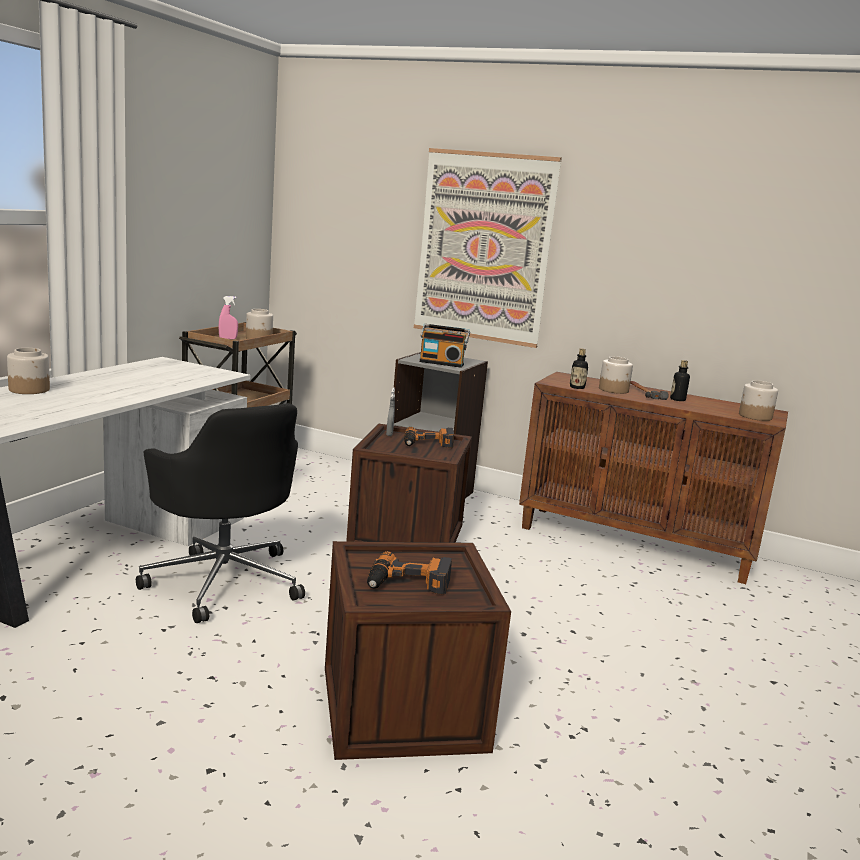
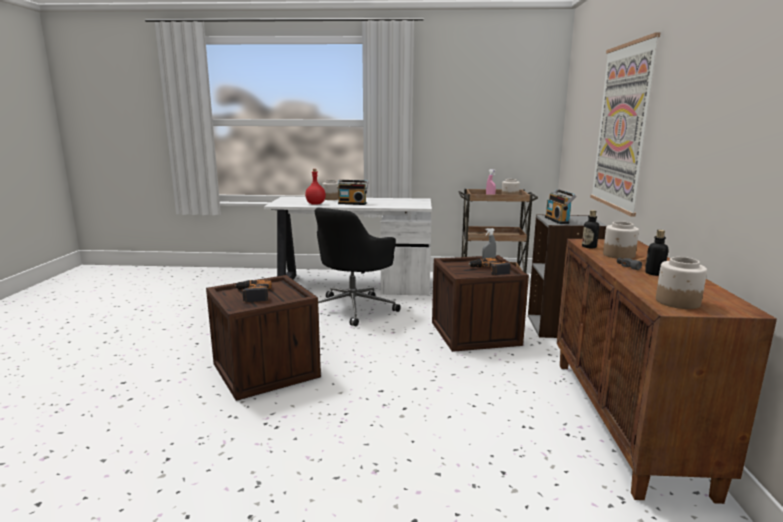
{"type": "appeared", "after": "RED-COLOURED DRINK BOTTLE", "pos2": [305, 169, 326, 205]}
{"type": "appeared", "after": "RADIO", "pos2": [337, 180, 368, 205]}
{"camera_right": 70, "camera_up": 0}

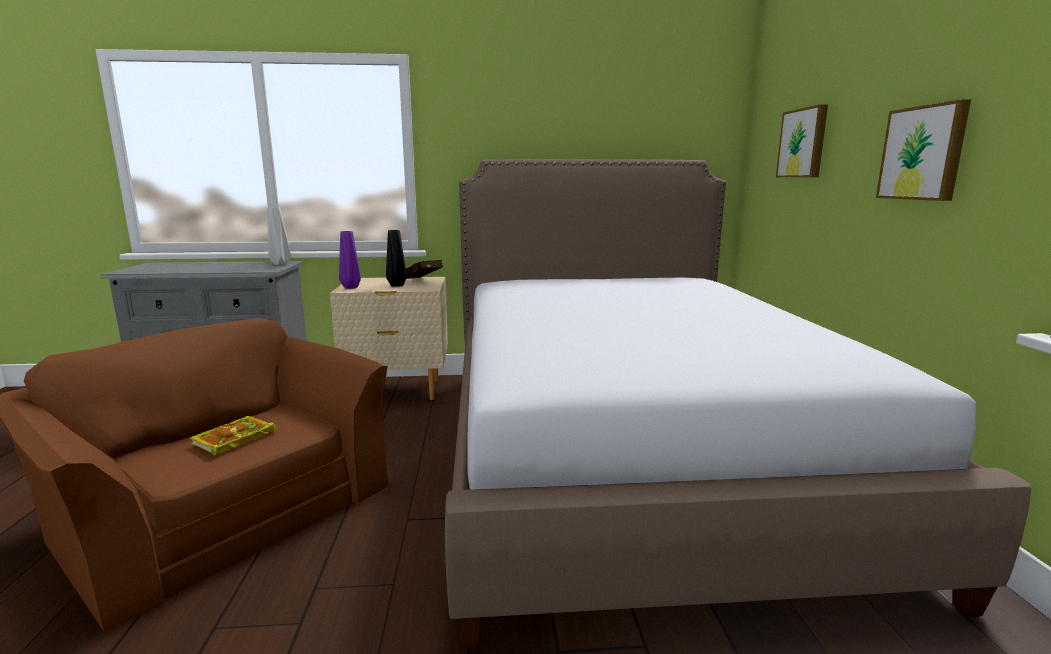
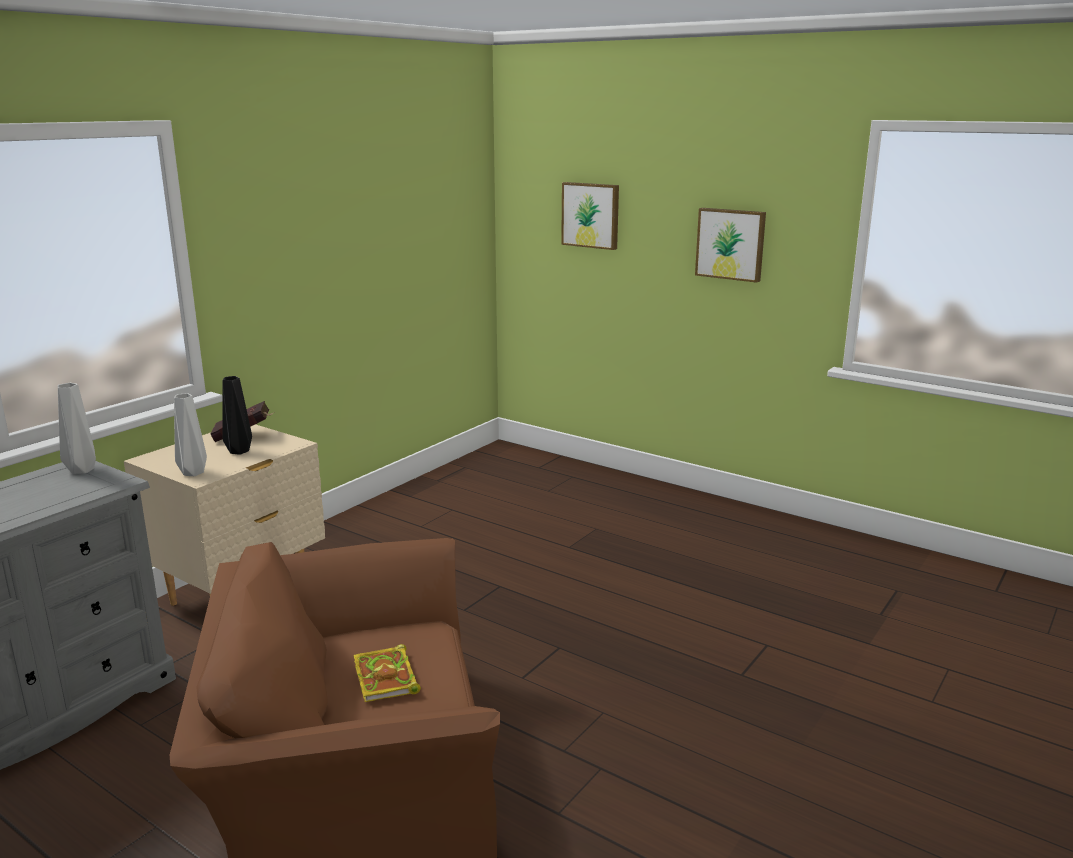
{"type": "missing", "before": "BEDROOM BED", "pos1": [445, 159, 1031, 649]}
{"type": "colour", "before": "PURPLE-COLOURED DECORATIVE VASE", "after": "GRAY DECORATIVE VASE", "pos1": [339, 231, 361, 289], "pos2": [174, 393, 207, 476]}
{"camera_right": -50, "camera_up": 5}

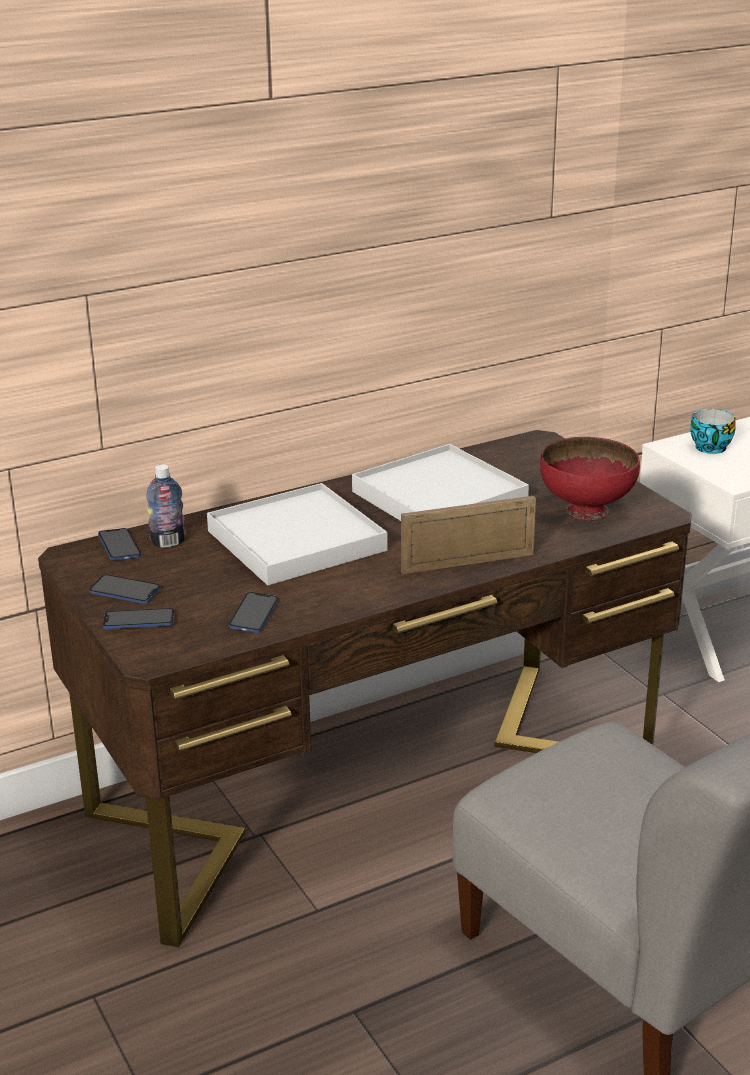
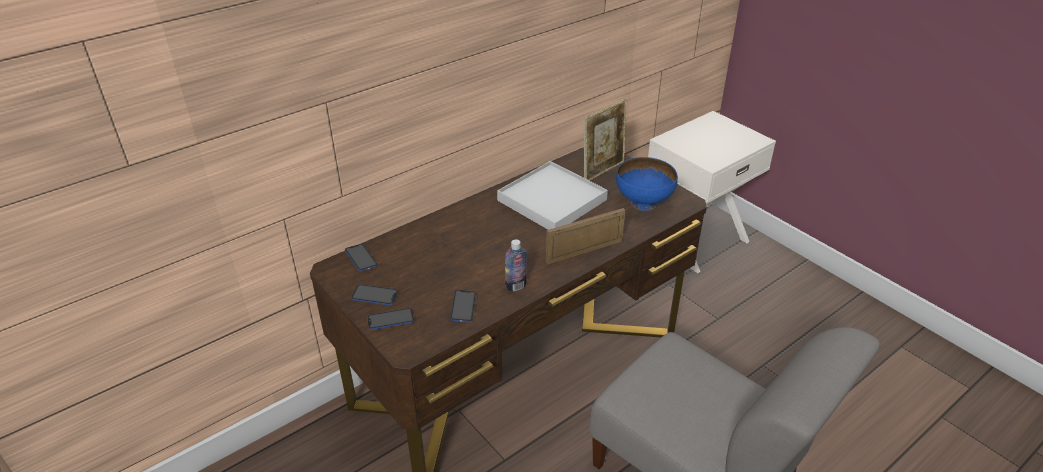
{"type": "missing", "before": "WHITISH CARRYING TRAY", "pos1": [207, 483, 388, 585]}
{"type": "missing", "before": "CUP", "pos1": [690, 409, 736, 454]}
{"type": "appeared", "after": "PHOTO FRAME", "pos2": [584, 99, 626, 181]}
{"type": "relocated", "before": "DRINK BOTTLE", "pos1": [146, 464, 185, 548], "pos2": [505, 239, 527, 292]}
{"type": "colour", "before": "RED-COLOURED BOWL", "after": "BLUE-COLOURED BOWL", "pos1": [540, 437, 640, 521], "pos2": [616, 157, 678, 211]}
{"camera_right": -10, "camera_up": 10}

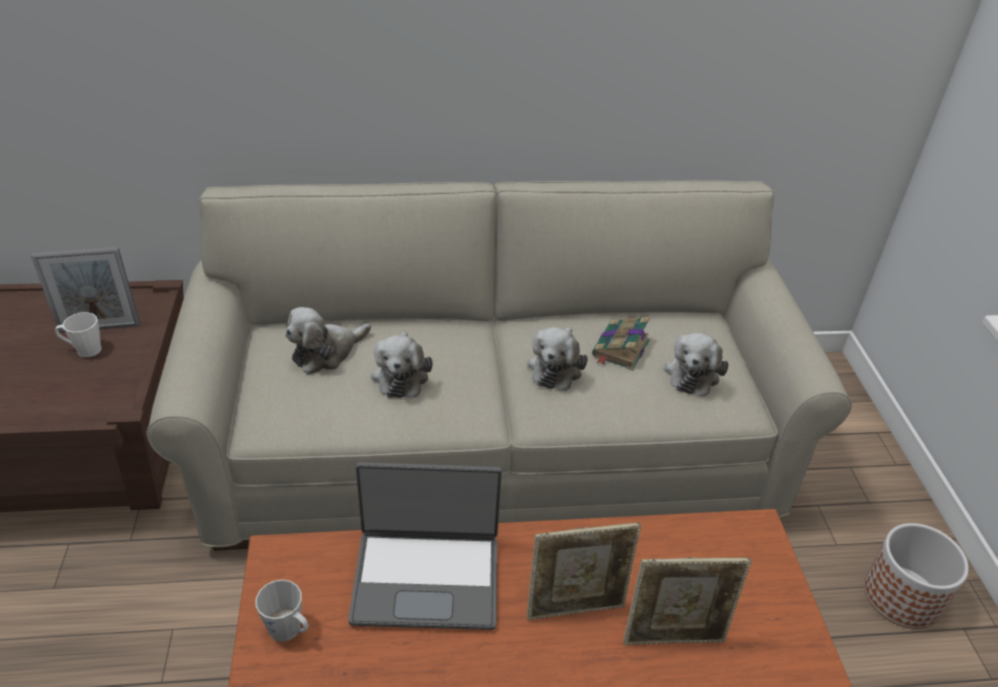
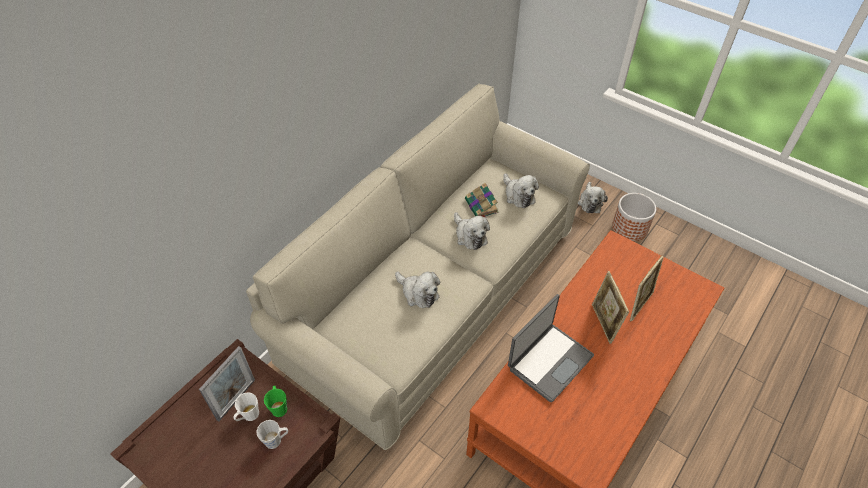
{"type": "appeared", "after": "GREEN-COLOURED COFFEE MUG", "pos2": [264, 386, 287, 417]}
{"type": "relocated", "before": "GRAY COFFEE MUG", "pos1": [255, 579, 309, 642], "pos2": [257, 420, 288, 449]}
{"type": "relocated", "before": "SOFT TOY", "pos1": [285, 307, 371, 374], "pos2": [578, 182, 608, 213]}
{"type": "spun", "before": "PHOTO FRAME", "pos1": [527, 522, 641, 620], "pos2": [592, 271, 629, 344], "turn": 135}
{"camera_right": -45, "camera_up": 10}

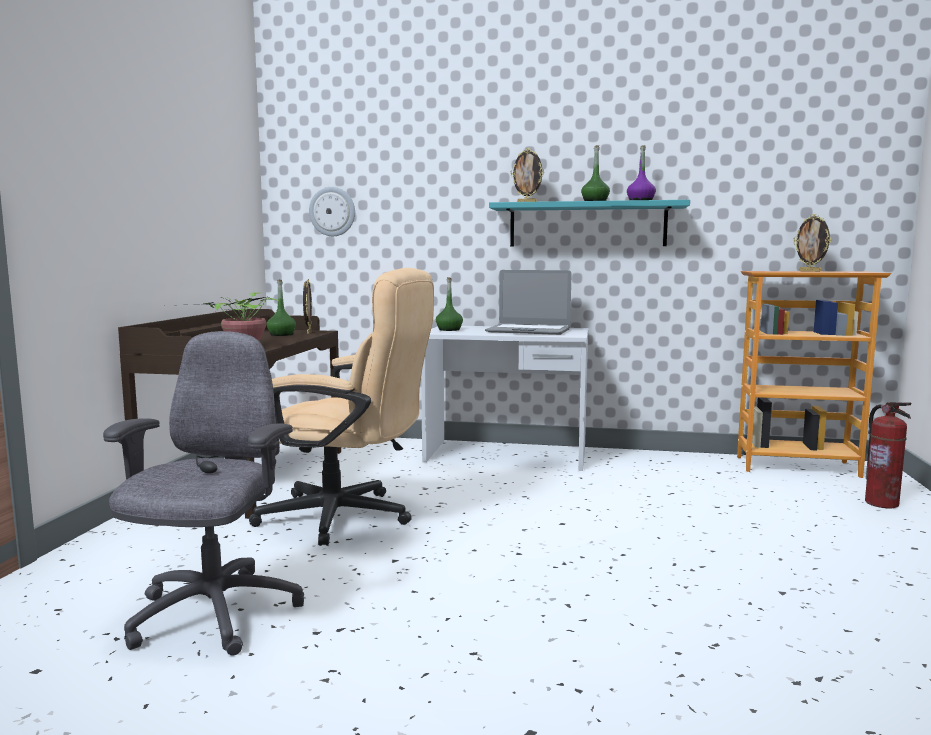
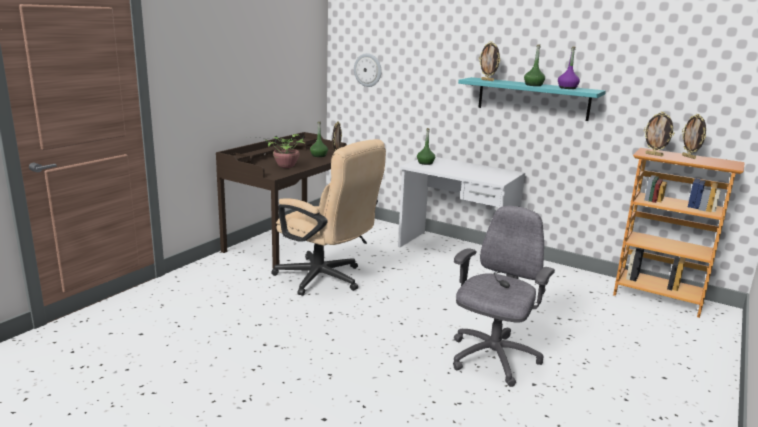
{"type": "missing", "before": "PORTABLE COMPUTER", "pos1": [485, 270, 572, 335]}
{"type": "missing", "before": "EXTINGUISHER", "pos1": [865, 402, 912, 508]}
{"type": "appeared", "after": "PHOTO FRAME", "pos2": [644, 112, 675, 156]}
{"type": "relocated", "before": "GRAY COMPUTER CHAIR", "pos1": [103, 331, 304, 656], "pos2": [453, 206, 555, 387]}
{"camera_right": 20, "camera_up": 10}

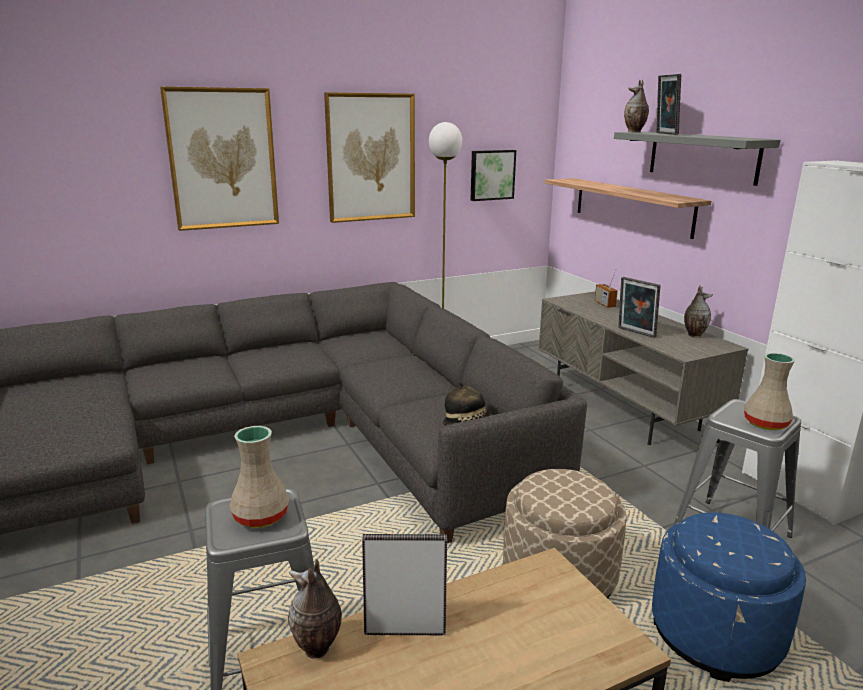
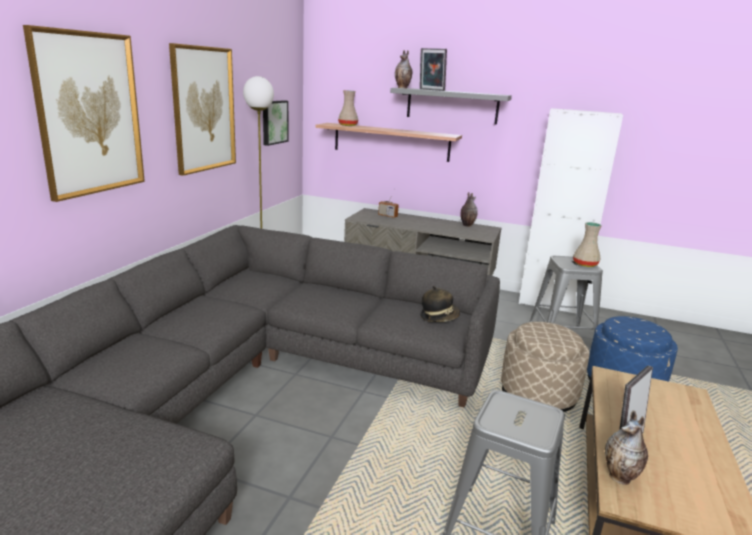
{"type": "missing", "before": "PHOTO FRAME", "pos1": [618, 277, 660, 338]}
{"type": "relocated", "before": "SAND-COLOURED DECORATIVE VASE", "pos1": [229, 426, 290, 528], "pos2": [338, 90, 358, 126]}
{"camera_right": -45, "camera_up": 0}

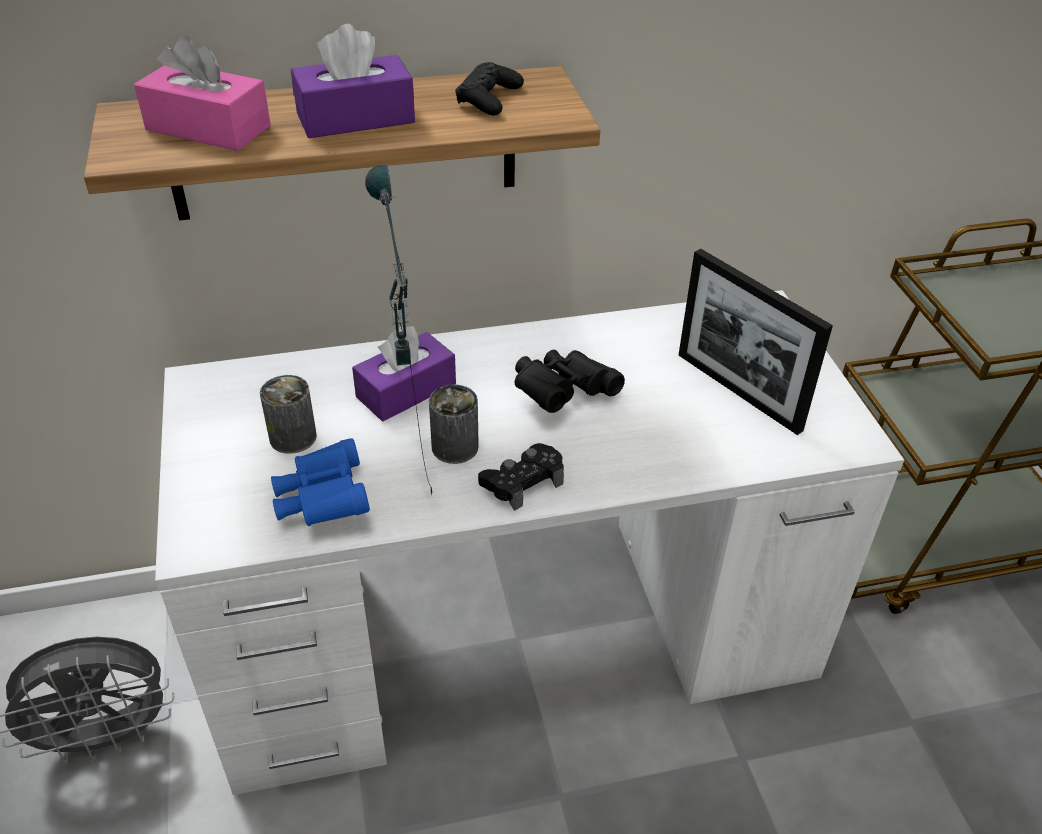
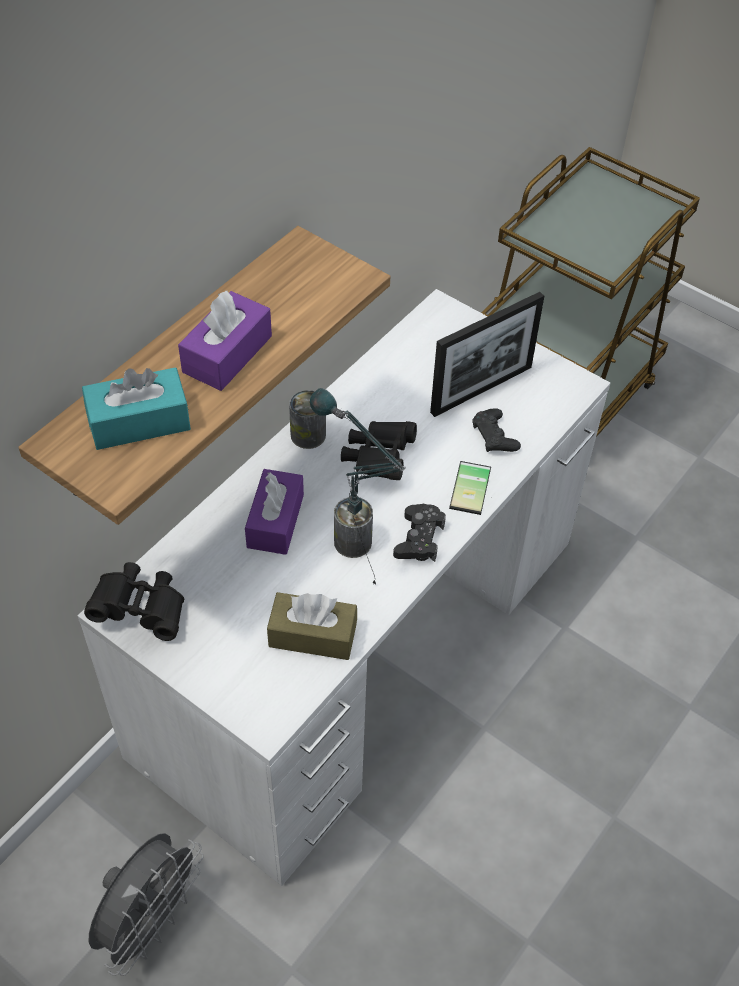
{"type": "appeared", "after": "BLACKISH BINOCULARS", "pos2": [84, 562, 184, 641]}
{"type": "appeared", "after": "PHONE", "pos2": [449, 461, 491, 515]}
{"type": "relocated", "before": "METAL CAN", "pos1": [260, 375, 317, 454], "pos2": [289, 390, 326, 449]}
{"type": "relocated", "before": "BLACKISH GAME CONTROLLER", "pos1": [455, 62, 524, 115], "pos2": [472, 408, 521, 452]}
{"type": "exchanged", "before": "BLUE-COLOURED BINOCULARS", "after": "BROWN TISSUE HOLDER", "pos1": [271, 438, 370, 526], "pos2": [267, 592, 357, 660]}
{"type": "colour", "before": "PINK-COLOURED TISSUE HOLDER", "after": "TURQUOISE-COLOURED TISSUE HOLDER", "pos1": [134, 36, 271, 151], "pos2": [82, 367, 191, 450]}
{"type": "spun", "before": "PHOTO FRAME", "pos1": [679, 249, 833, 435], "pos2": [430, 292, 544, 417], "turn": -45}
{"camera_right": -40, "camera_up": 10}

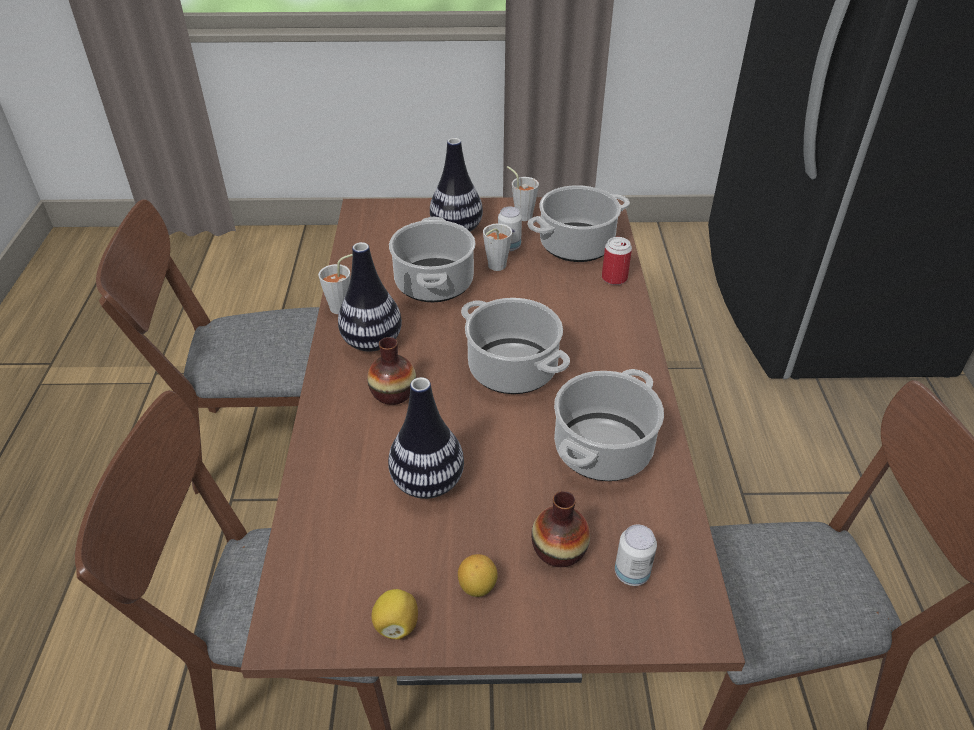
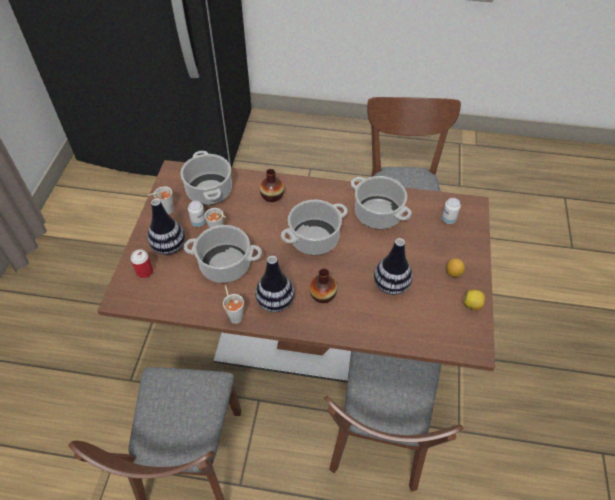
{"type": "relocated", "before": "DECORATIVE VASE", "pos1": [531, 491, 590, 567], "pos2": [260, 169, 284, 202]}
{"type": "relocated", "before": "METAL CAN", "pos1": [602, 237, 632, 285], "pos2": [131, 249, 153, 278]}
{"camera_right": -80, "camera_up": 10}

